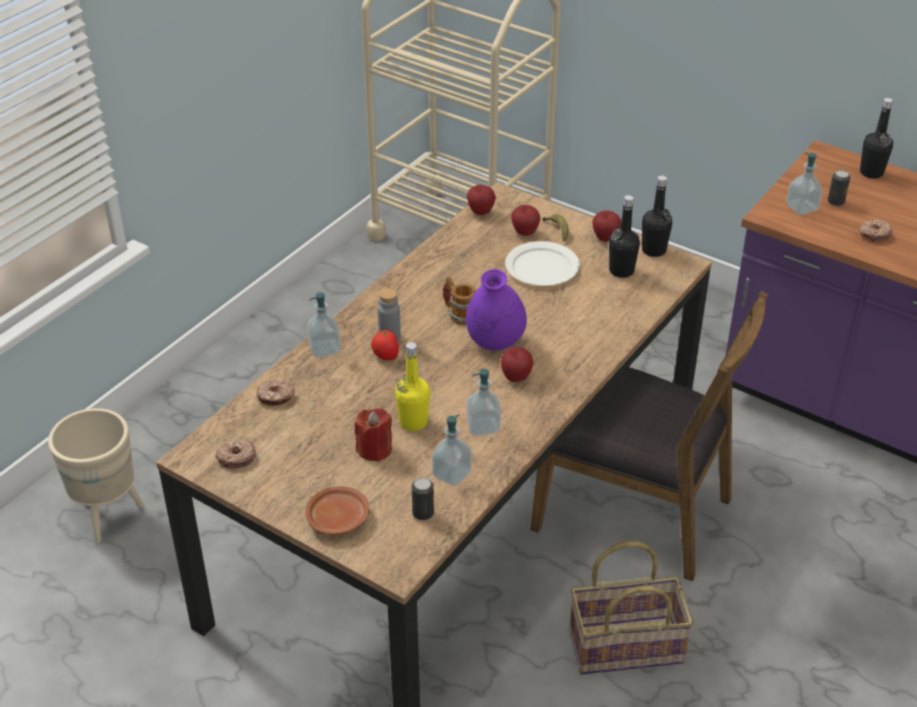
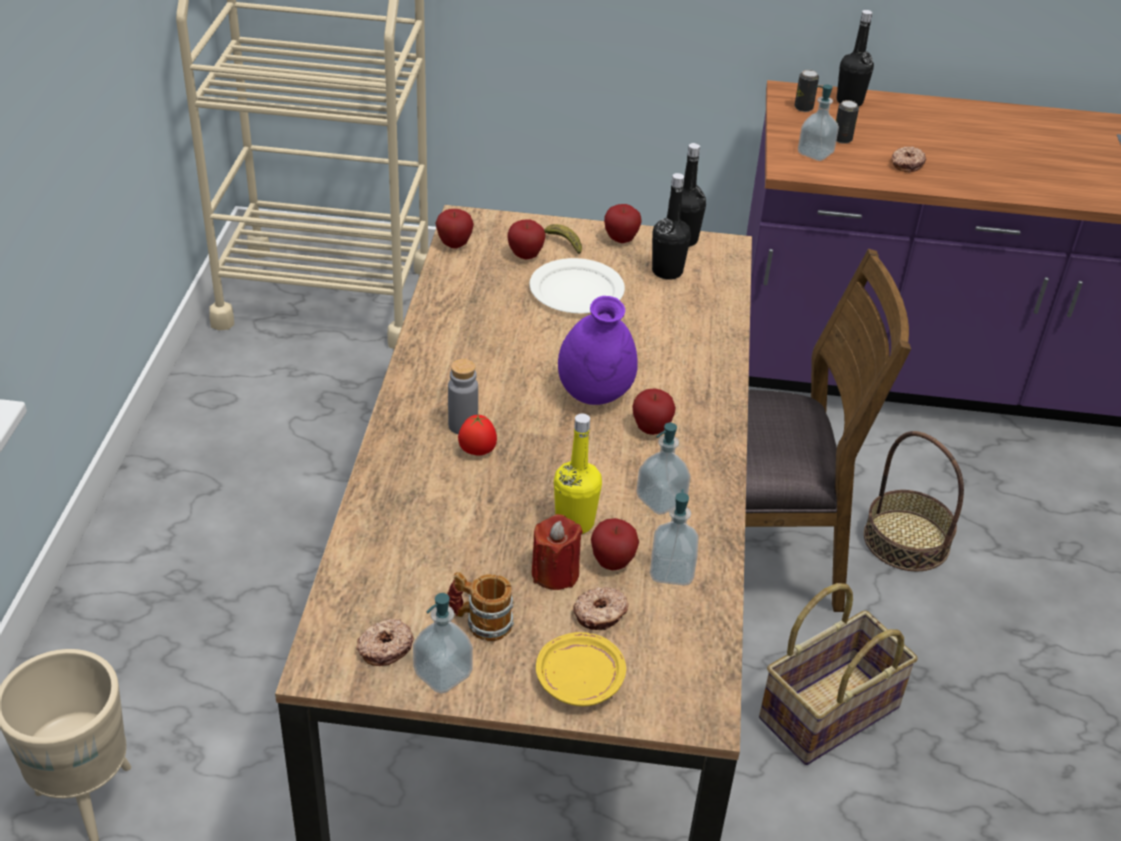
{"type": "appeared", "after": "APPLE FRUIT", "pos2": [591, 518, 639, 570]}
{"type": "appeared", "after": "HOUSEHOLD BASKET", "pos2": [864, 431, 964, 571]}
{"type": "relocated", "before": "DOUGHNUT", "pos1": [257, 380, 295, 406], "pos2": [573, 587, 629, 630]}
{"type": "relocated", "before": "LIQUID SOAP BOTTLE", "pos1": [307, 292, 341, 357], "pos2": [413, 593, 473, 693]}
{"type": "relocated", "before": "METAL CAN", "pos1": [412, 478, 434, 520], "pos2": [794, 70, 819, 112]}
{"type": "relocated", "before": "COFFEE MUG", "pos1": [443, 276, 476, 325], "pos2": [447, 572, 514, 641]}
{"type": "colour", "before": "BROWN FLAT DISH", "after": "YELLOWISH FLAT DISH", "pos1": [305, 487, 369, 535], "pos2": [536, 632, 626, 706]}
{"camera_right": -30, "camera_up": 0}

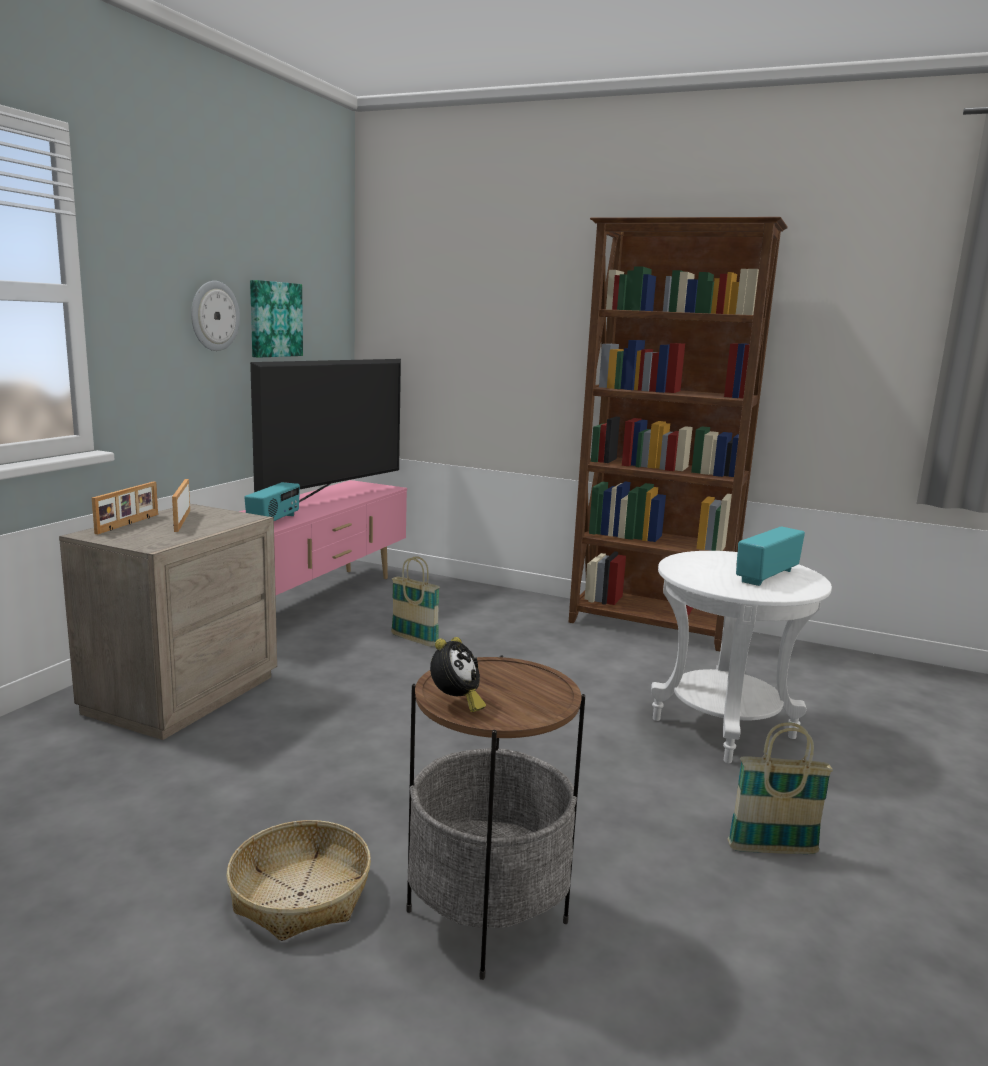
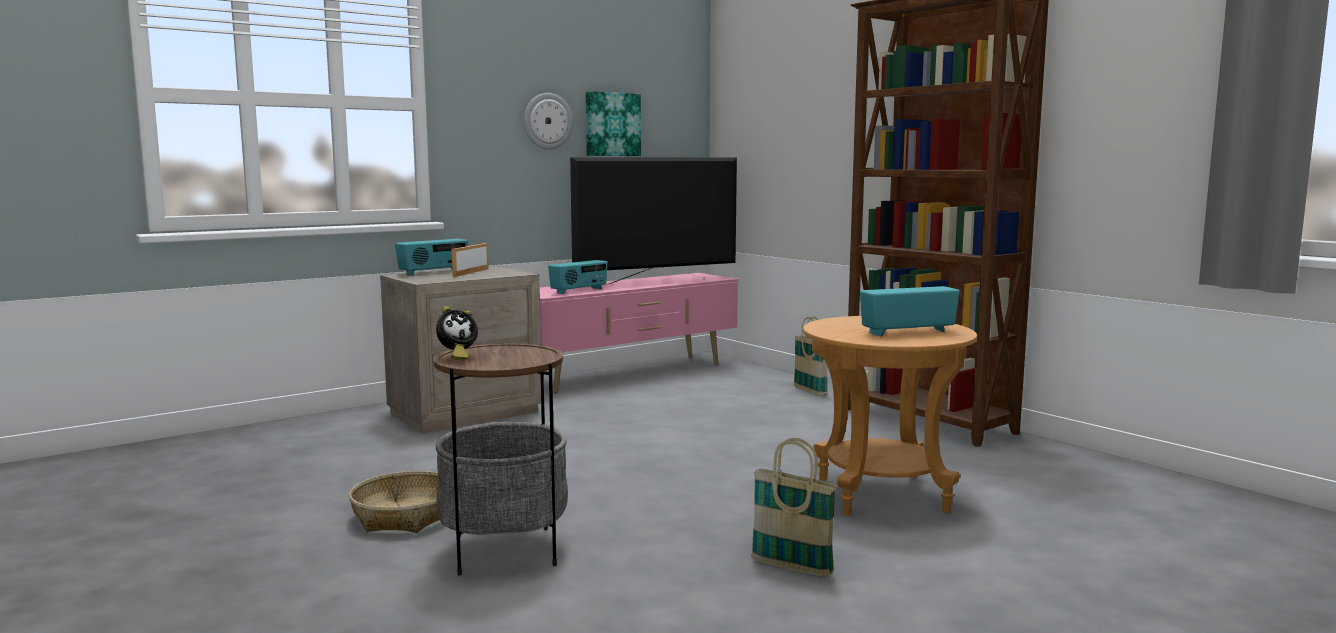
{"type": "relocated", "before": "HOUSEHOLD BASKET", "pos1": [391, 556, 440, 647], "pos2": [794, 317, 828, 396]}
{"type": "exchanged", "before": "PHOTO FRAME", "after": "RADIO", "pos1": [92, 481, 158, 534], "pos2": [395, 239, 468, 275]}
{"type": "colour", "before": "WHITISH END TABLE", "after": "BROWN END TABLE", "pos1": [651, 551, 832, 763], "pos2": [803, 316, 977, 516]}
{"camera_right": 30, "camera_up": -5}

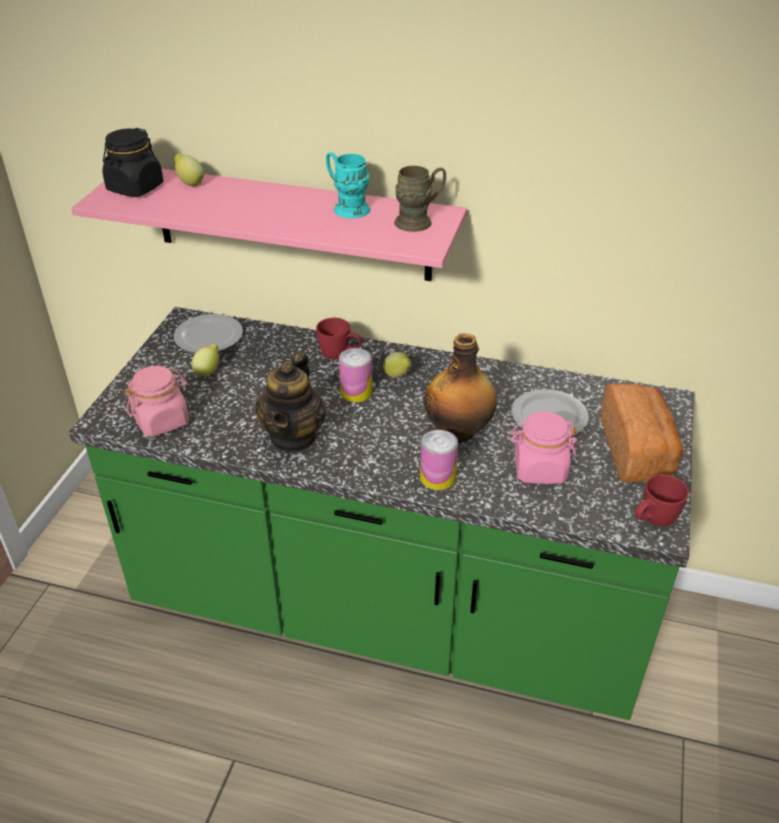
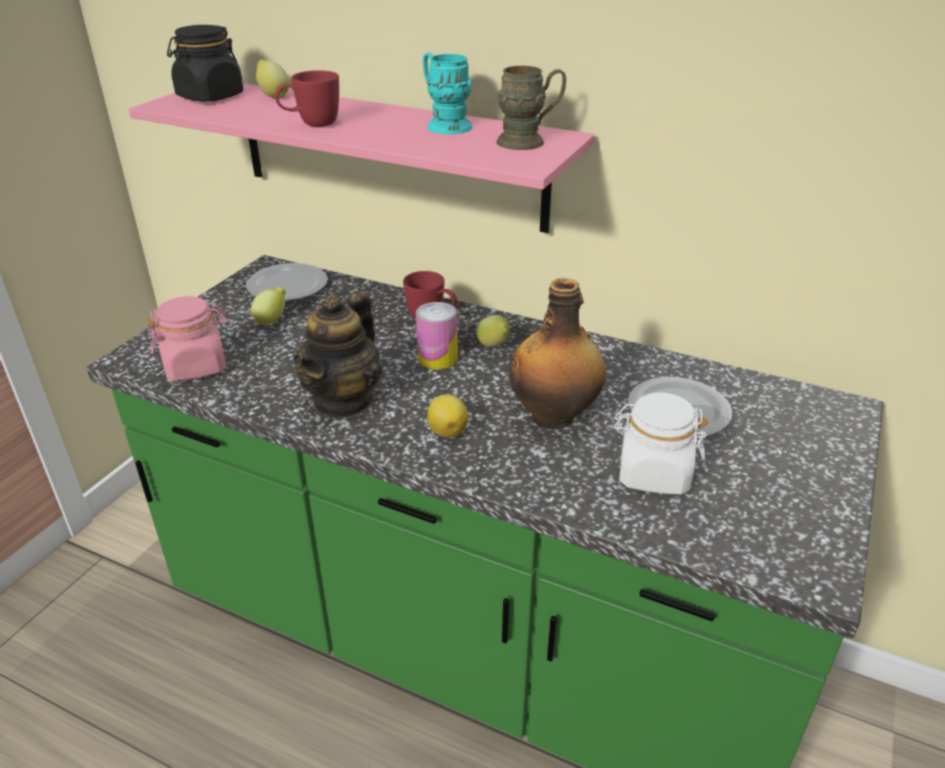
{"type": "missing", "before": "METAL CAN", "pos1": [420, 430, 458, 490]}
{"type": "missing", "before": "BREAD", "pos1": [601, 384, 684, 483]}
{"type": "appeared", "after": "LEMON", "pos2": [427, 394, 468, 438]}
{"type": "relocated", "before": "RED-COLOURED COFFEE MUG", "pos1": [635, 474, 689, 526], "pos2": [275, 70, 339, 127]}
{"type": "colour", "before": "PINK-COLOURED PRESERVE JAR", "after": "WHITISH PRESERVE JAR", "pos1": [510, 412, 577, 484], "pos2": [614, 392, 708, 495]}
{"camera_right": 10, "camera_up": -5}

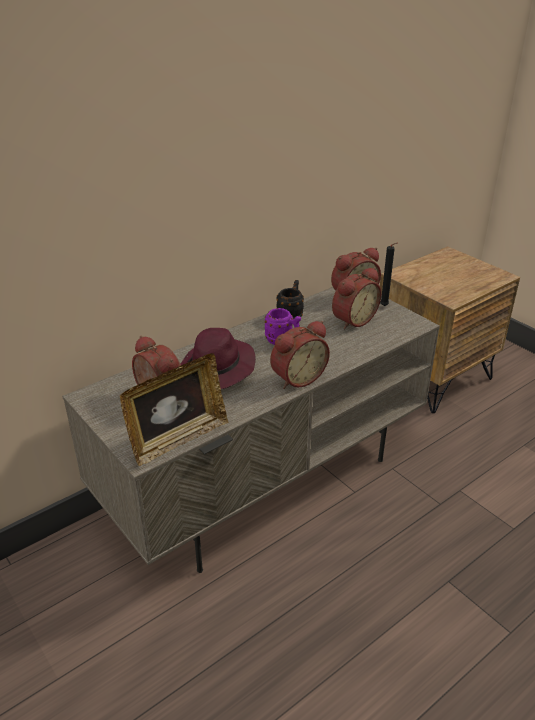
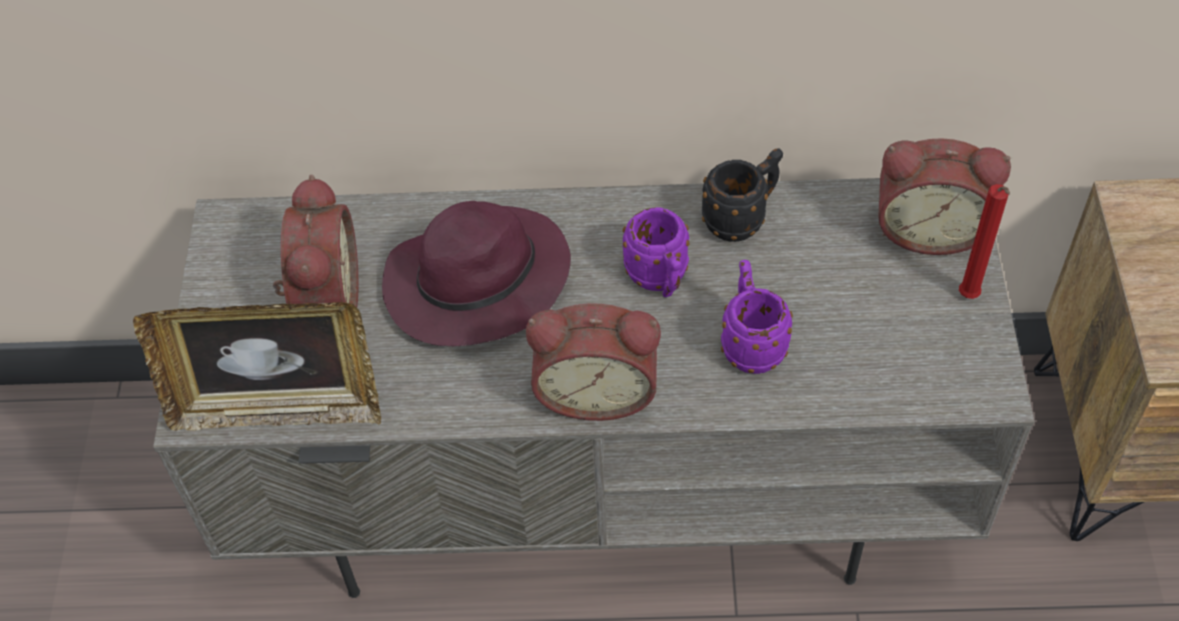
{"type": "missing", "before": "BEDSIDE CLOCK", "pos1": [332, 267, 381, 329]}
{"type": "appeared", "after": "PURPLE-COLOURED COFFEE MUG", "pos2": [721, 260, 793, 374]}
{"type": "colour", "before": "BLACKISH WAX LIGHT", "after": "RED-COLOURED WAX LIGHT", "pos1": [380, 243, 397, 306], "pos2": [959, 184, 1010, 299]}
{"camera_right": 40, "camera_up": 20}

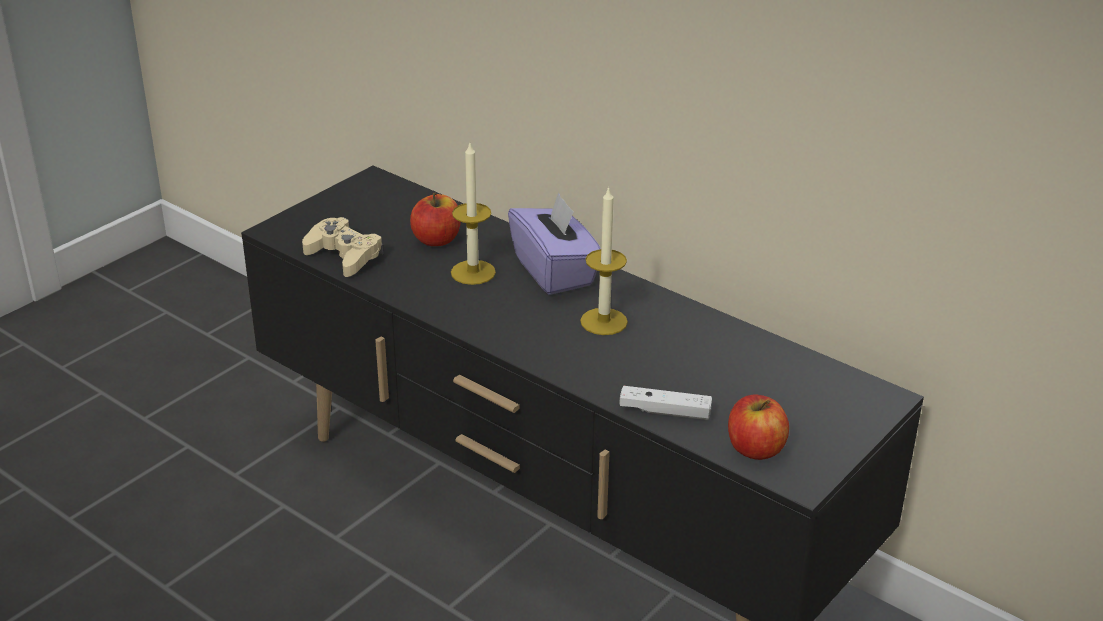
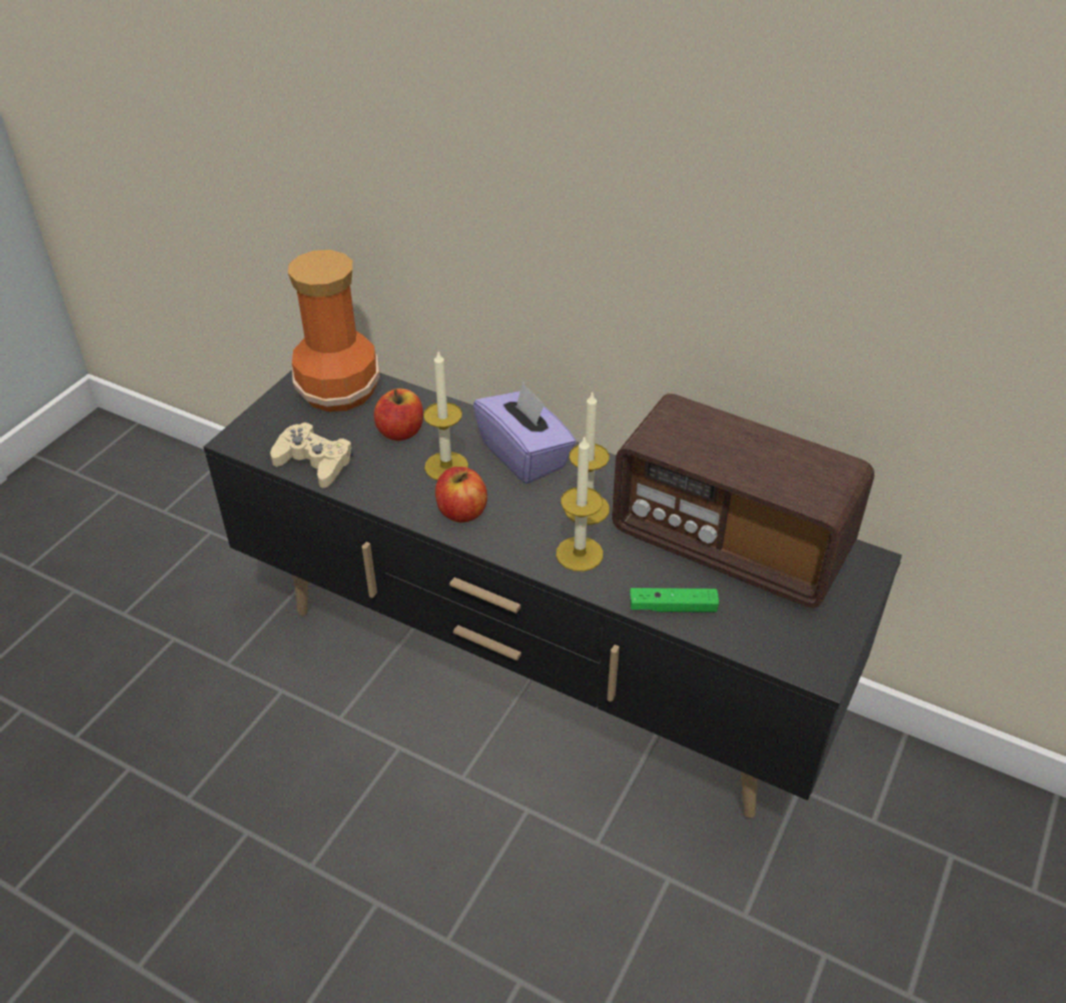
{"type": "appeared", "after": "DECORATIVE VASE", "pos2": [288, 250, 380, 412]}
{"type": "appeared", "after": "WAX LIGHT", "pos2": [556, 435, 603, 571]}
{"type": "appeared", "after": "RADIO", "pos2": [612, 393, 874, 608]}
{"type": "relocated", "before": "APPLE FRUIT", "pos1": [728, 395, 789, 460], "pos2": [435, 467, 487, 523]}
{"type": "colour", "before": "WHITISH GAME CONTROLLER", "after": "GREEN-COLOURED GAME CONTROLLER", "pos1": [619, 386, 712, 420], "pos2": [629, 588, 719, 612]}
{"camera_right": -10, "camera_up": 10}

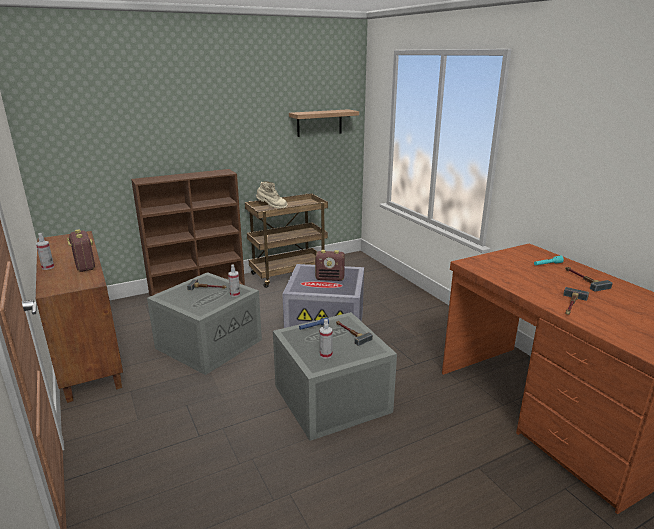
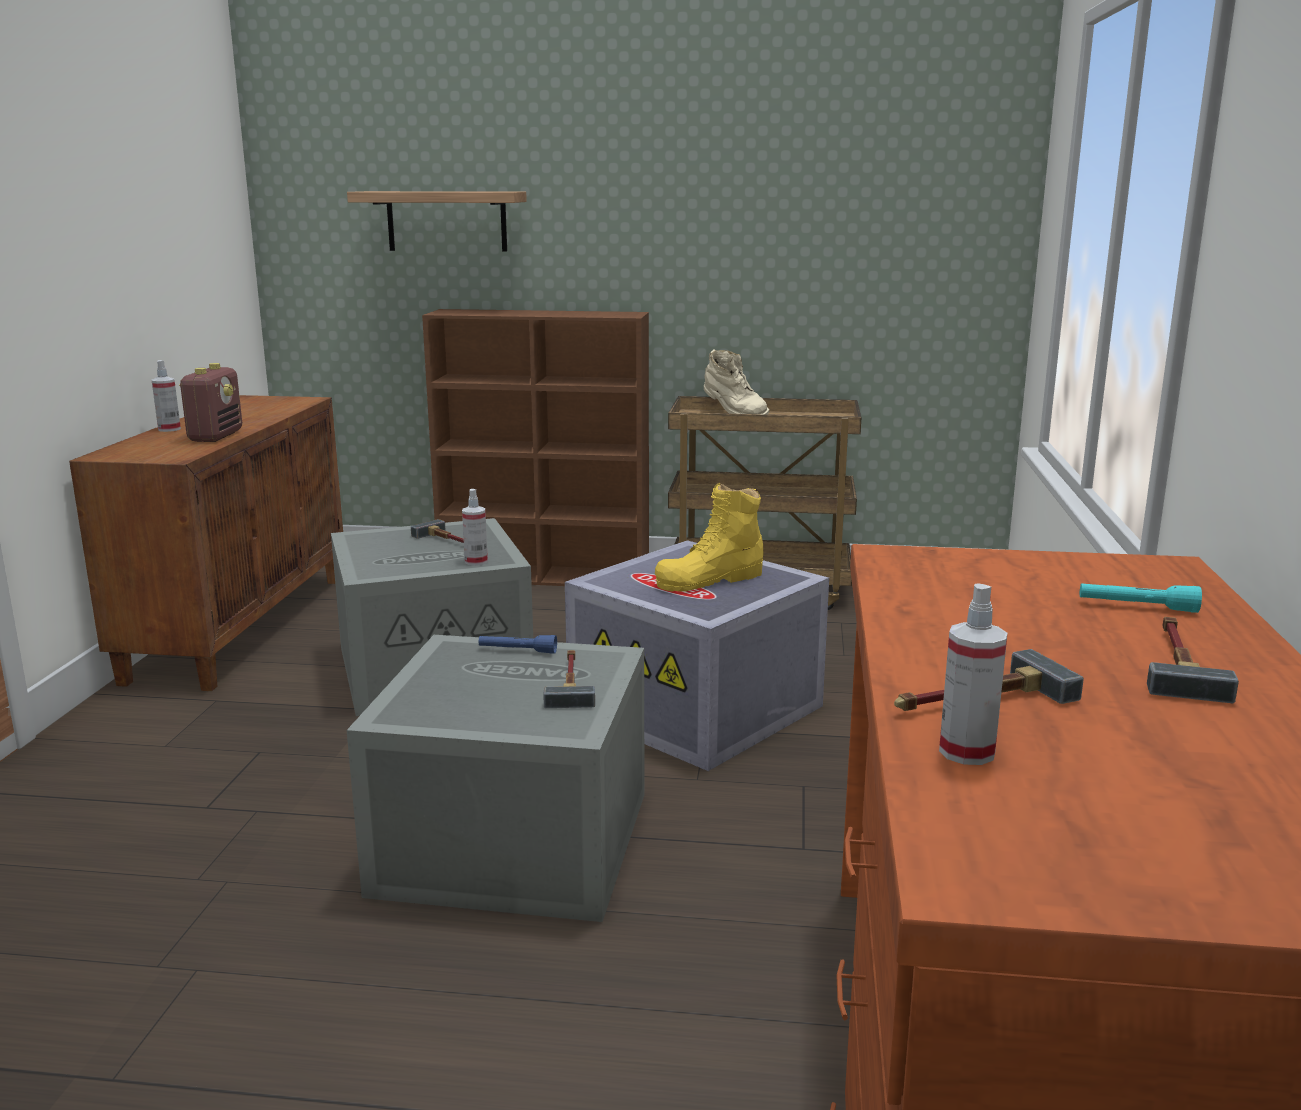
{"type": "relocated", "before": "SHELF", "pos1": [289, 109, 359, 137], "pos2": [347, 191, 527, 252]}
{"type": "relocated", "before": "HAND SPRAYER", "pos1": [320, 319, 332, 359], "pos2": [939, 583, 1008, 765]}
{"type": "exchanged", "before": "RADIO", "after": "YELLOWISH HIGH-TOP BOOT", "pos1": [315, 250, 345, 281], "pos2": [655, 483, 763, 592]}
{"camera_right": 35, "camera_up": -5}

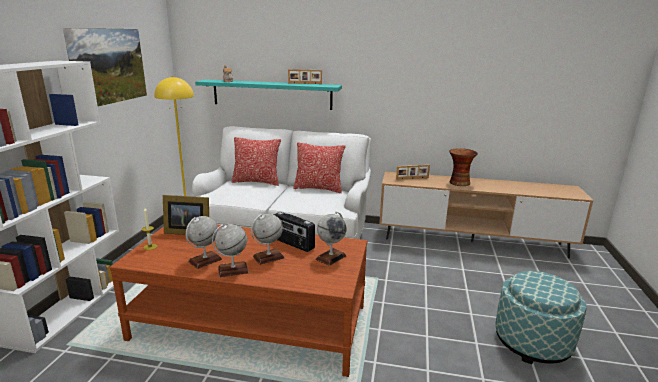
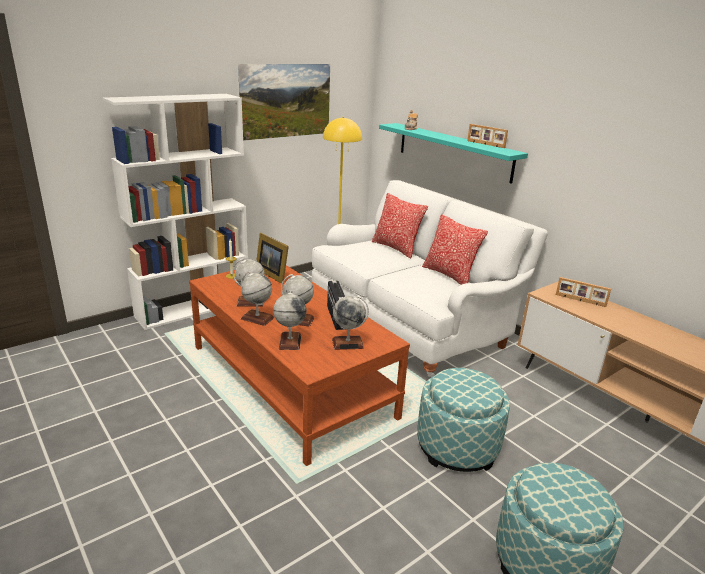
{"type": "missing", "before": "DECORATIVE VASE", "pos1": [449, 148, 478, 186]}
{"type": "appeared", "after": "WORLD GLOBE", "pos2": [273, 291, 307, 350]}
{"type": "appeared", "after": "OTTOMAN", "pos2": [417, 368, 510, 472]}
{"camera_right": 40, "camera_up": 5}

